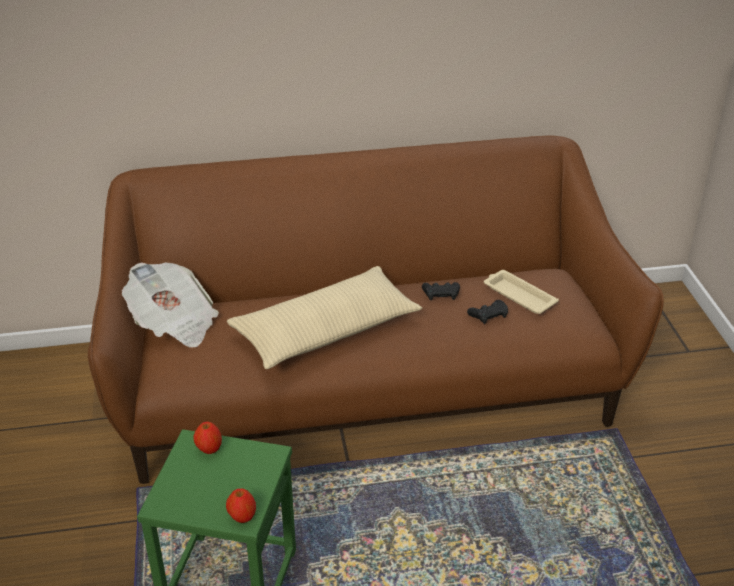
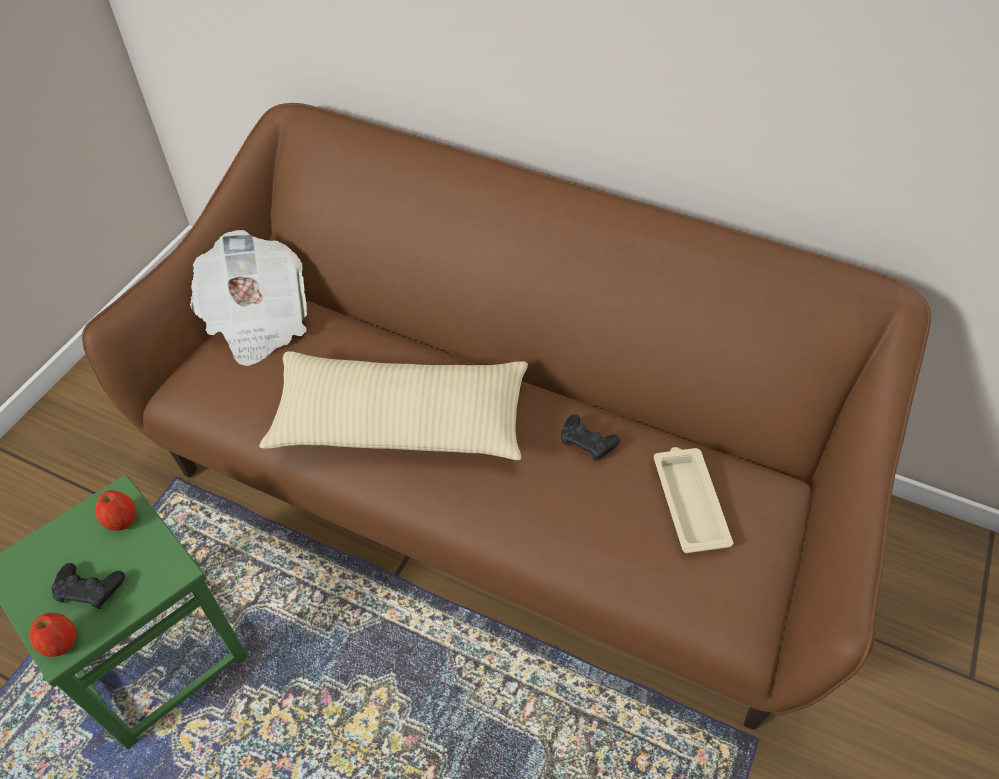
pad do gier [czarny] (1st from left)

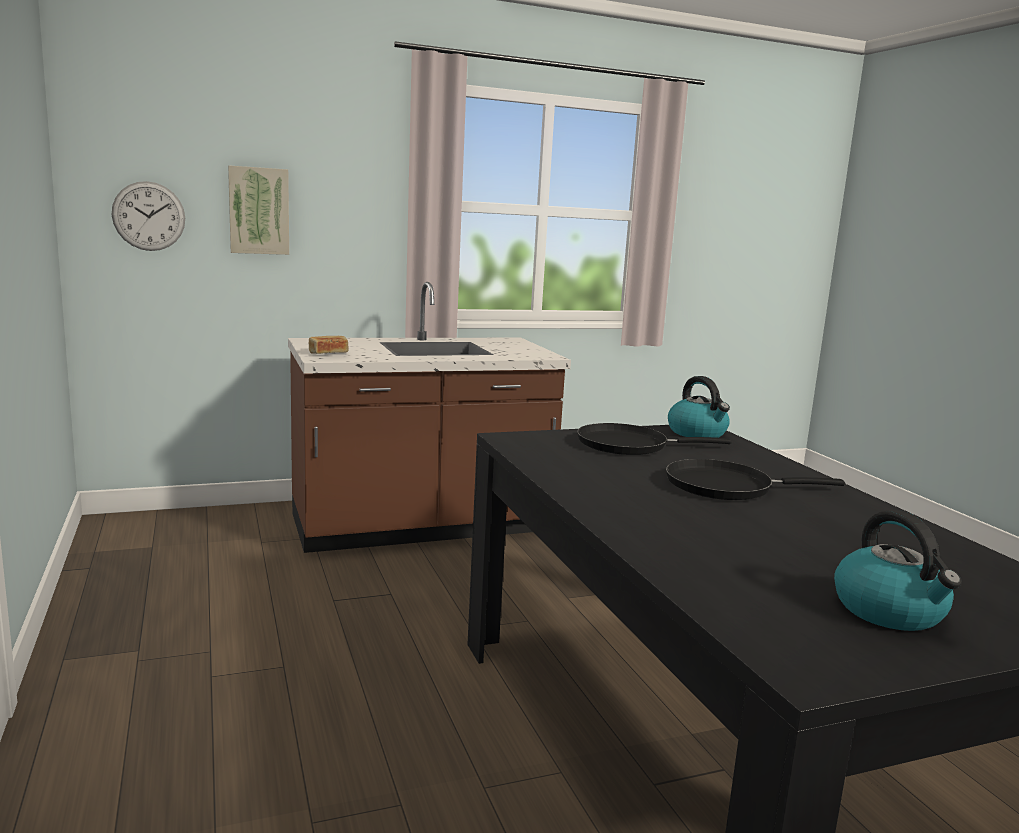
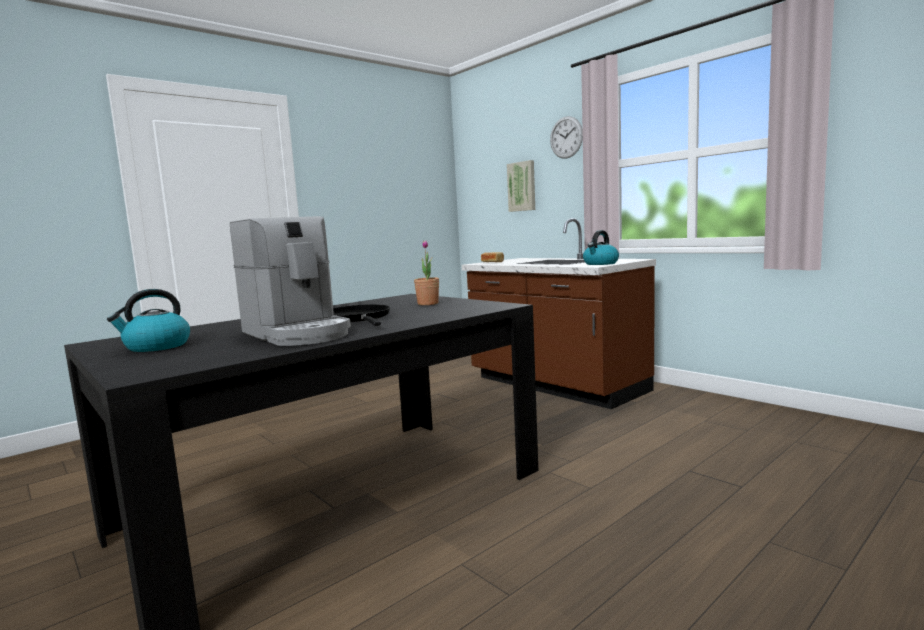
ekspres do kawy; roślina doniczkowa; zegar ścienny; czajnik (2nd from left)

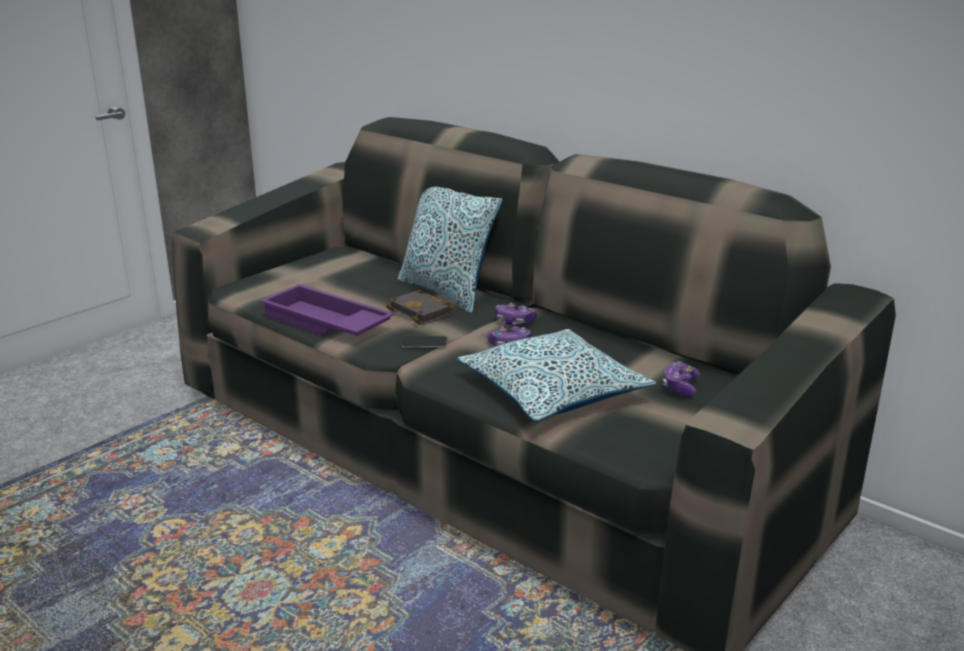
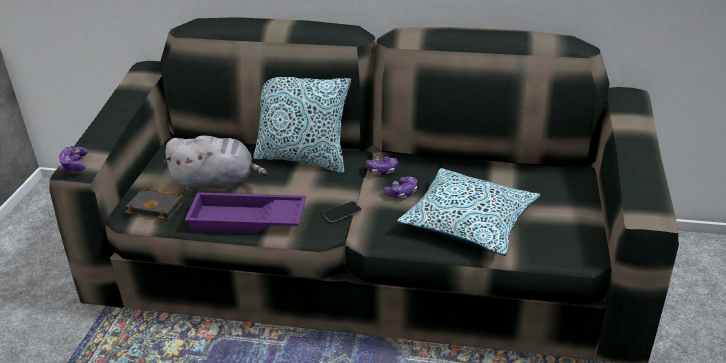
pad do gier (1st from left); książka [czarny]; pluszak [szary]

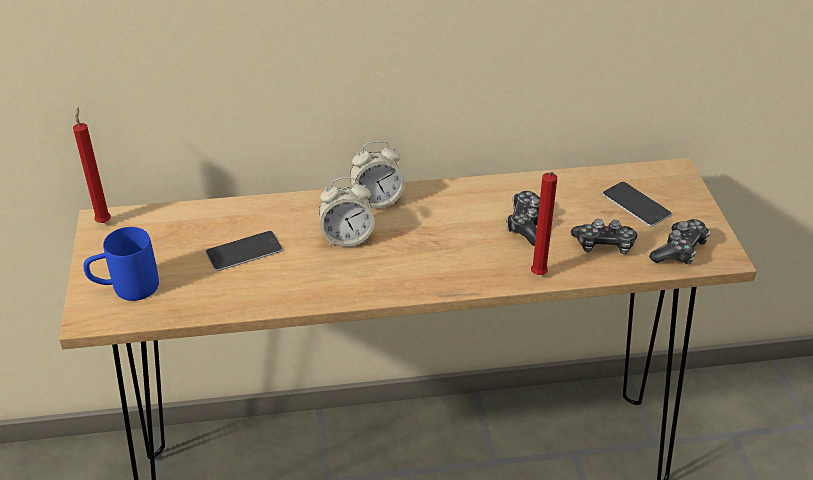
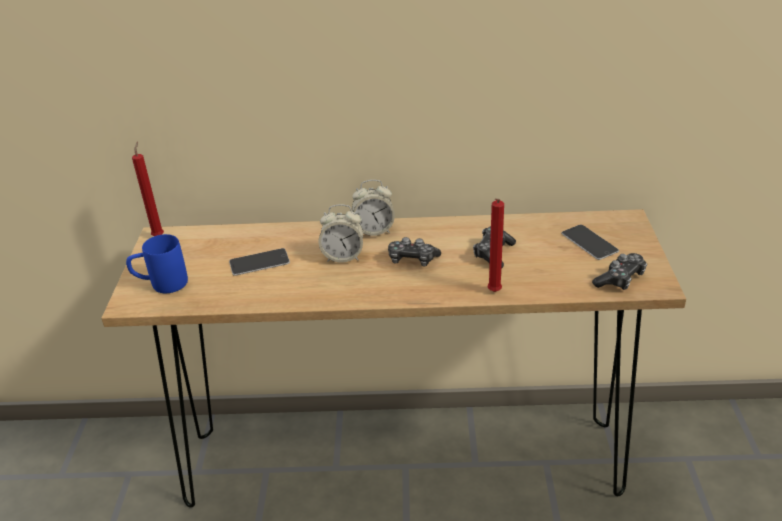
pad do gier (1st from left)

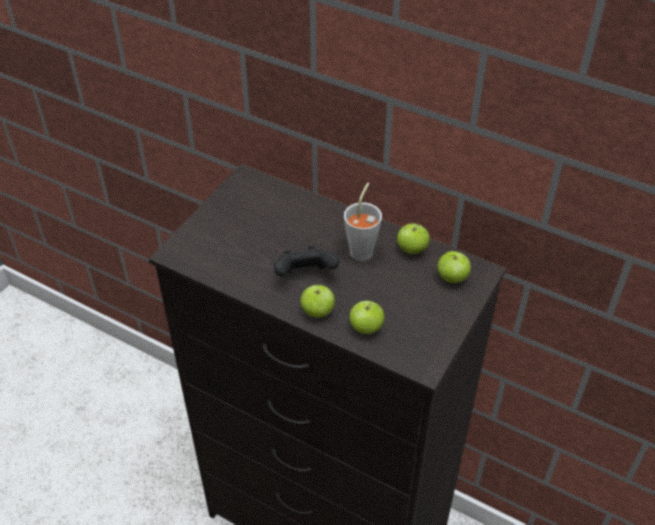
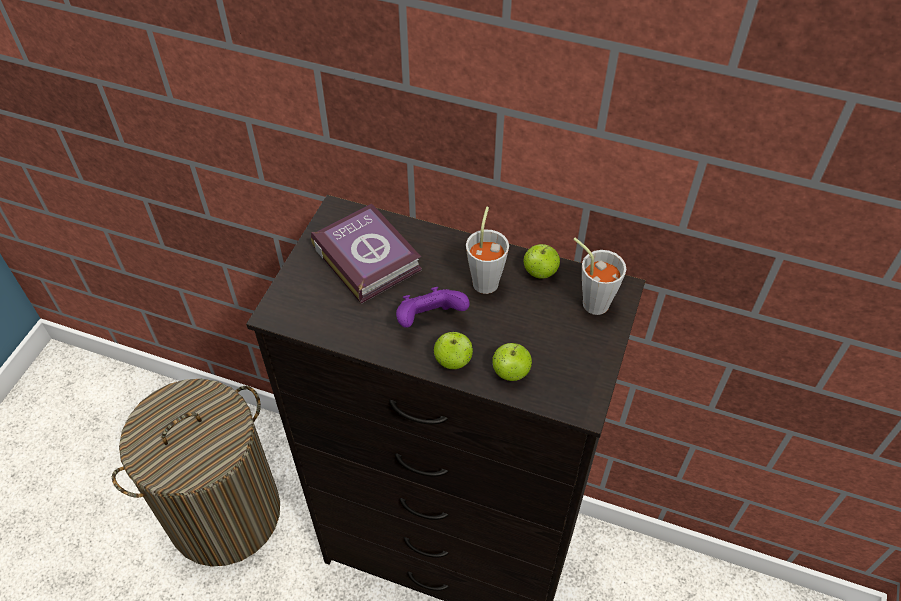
kosz na pranie; książka; pad do gier [fioletowy]; filiżanka [szary] (2nd from left)

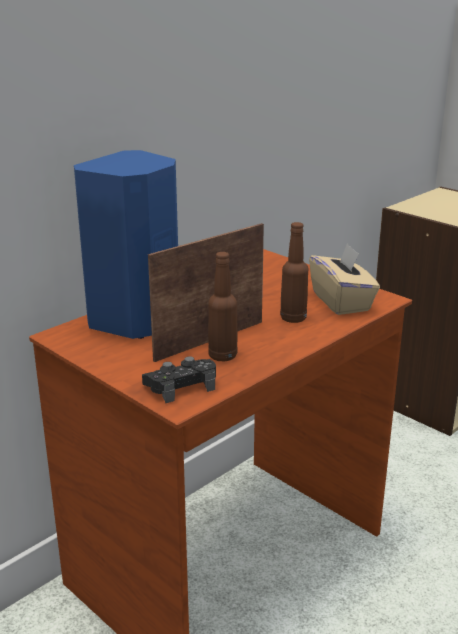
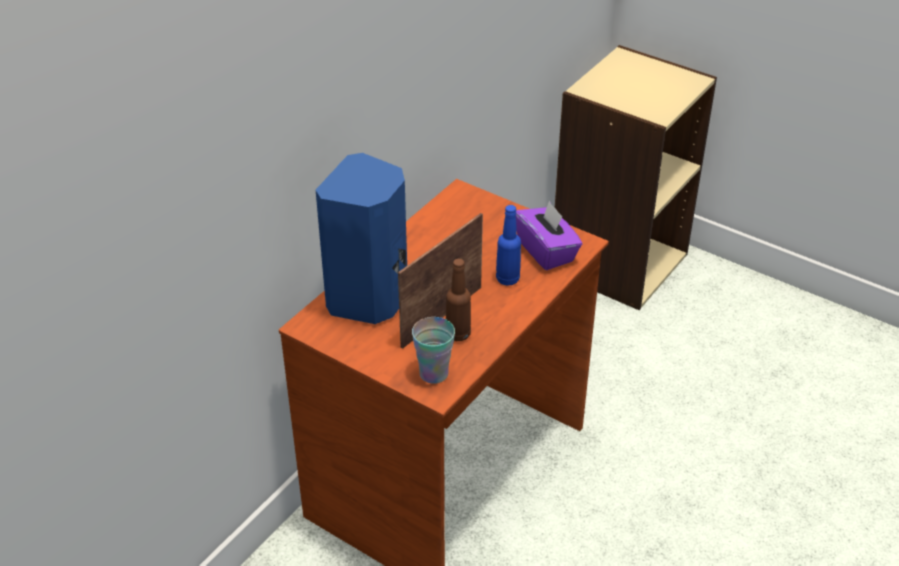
filiżanka; butelka [niebieski]; pudełko chusteczek [fioletowy]

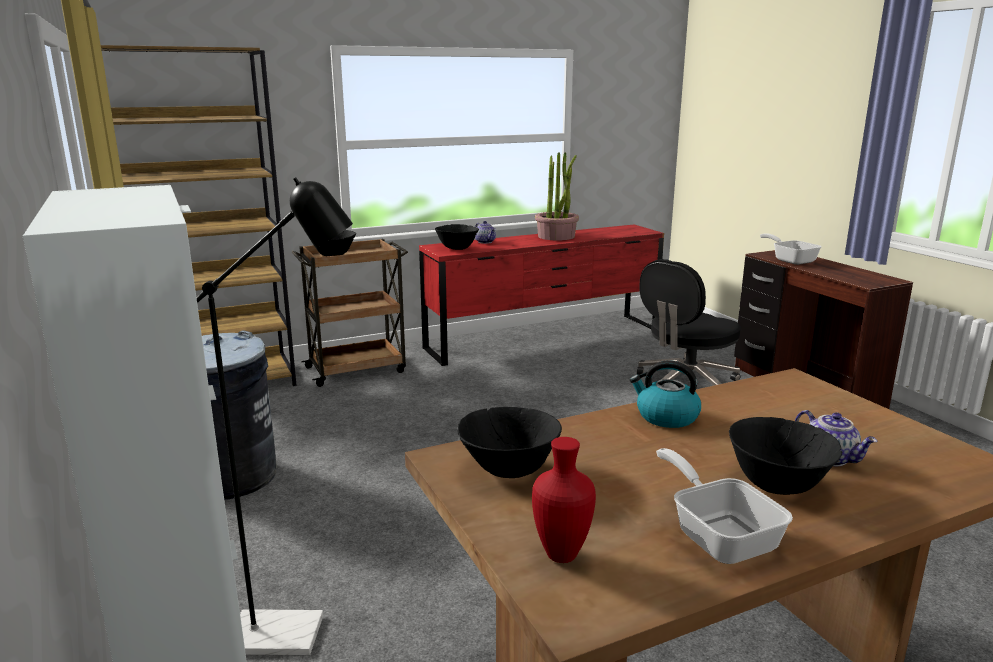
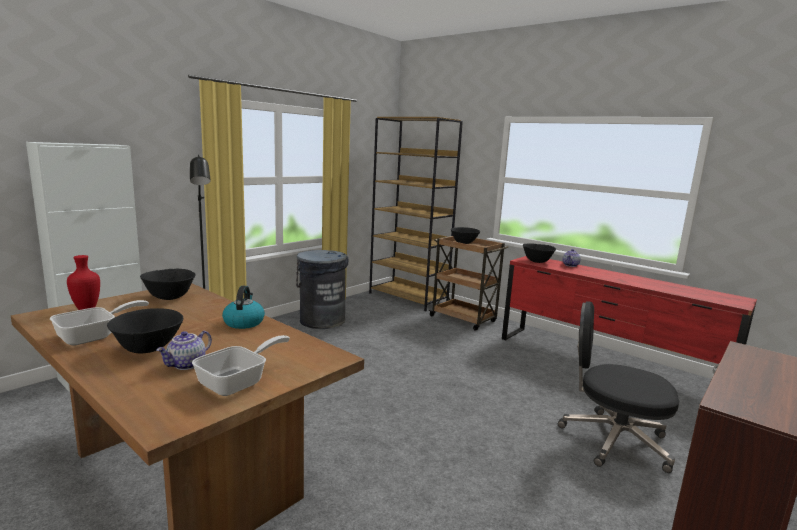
patelnia (2nd from left); roślina doniczkowa

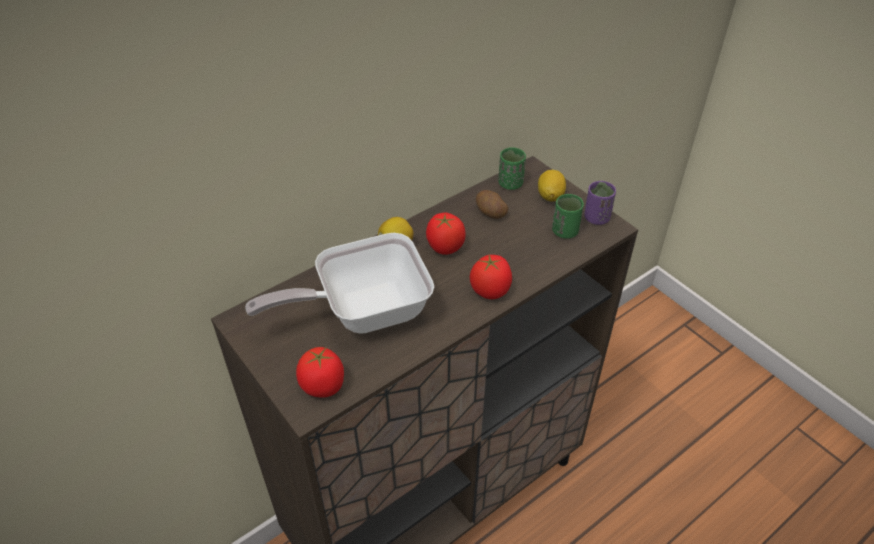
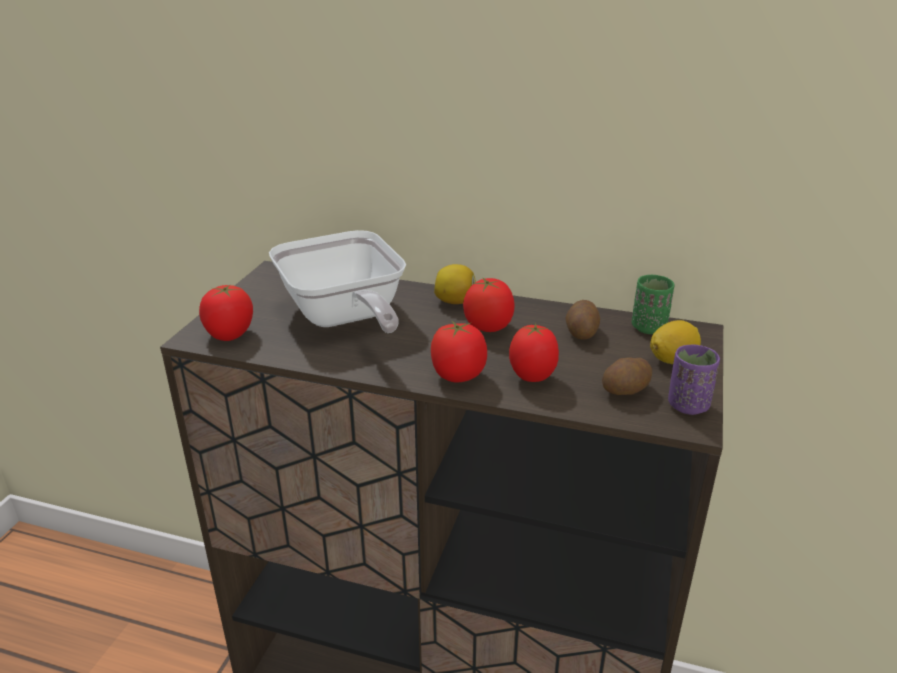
patelnia; pomidor (4th from left); ziemniak (2nd from left)

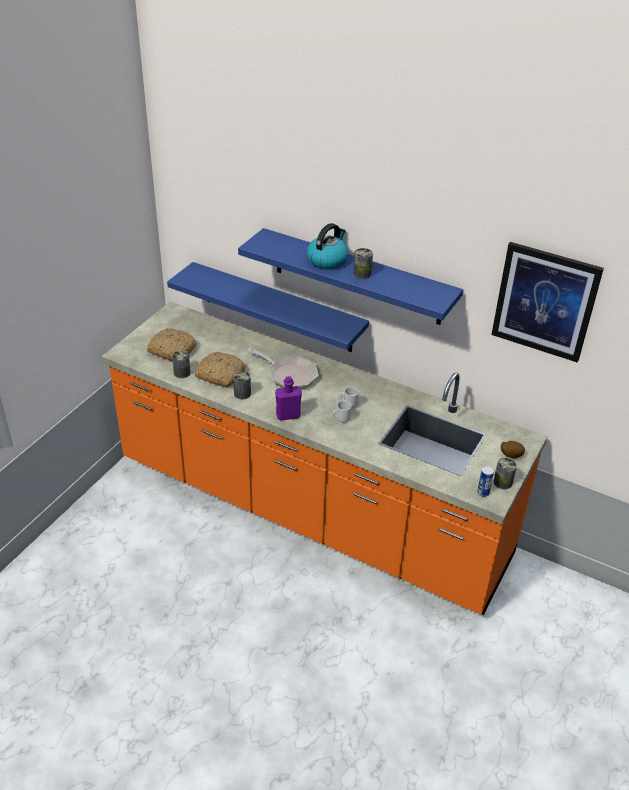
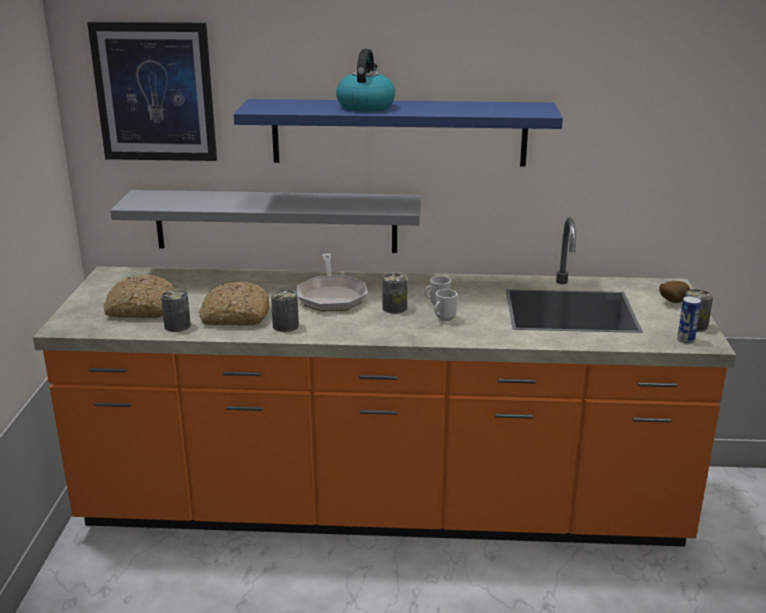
obraz; półka [szary]; patelnia; puszka (3rd from left); butelka [fioletowy]

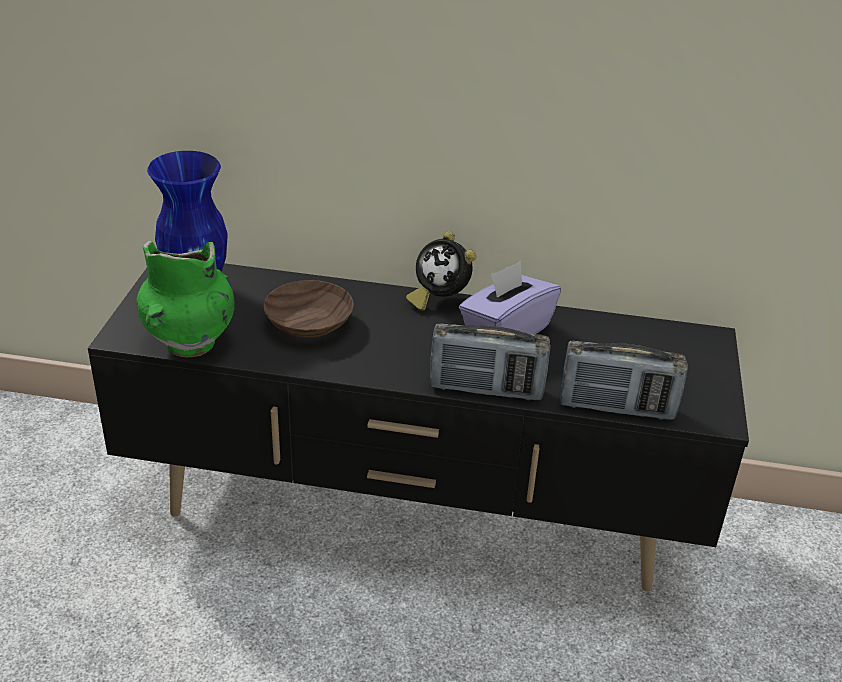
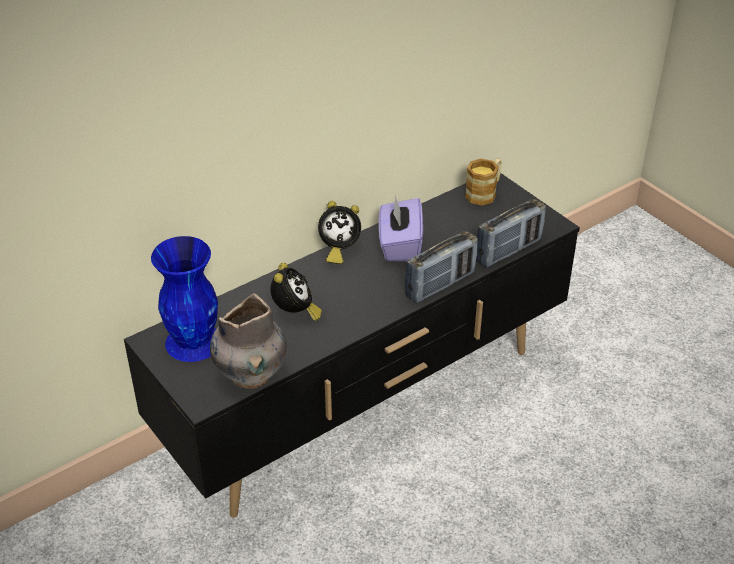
wazon [szary]; budzik (1st from left); kubek

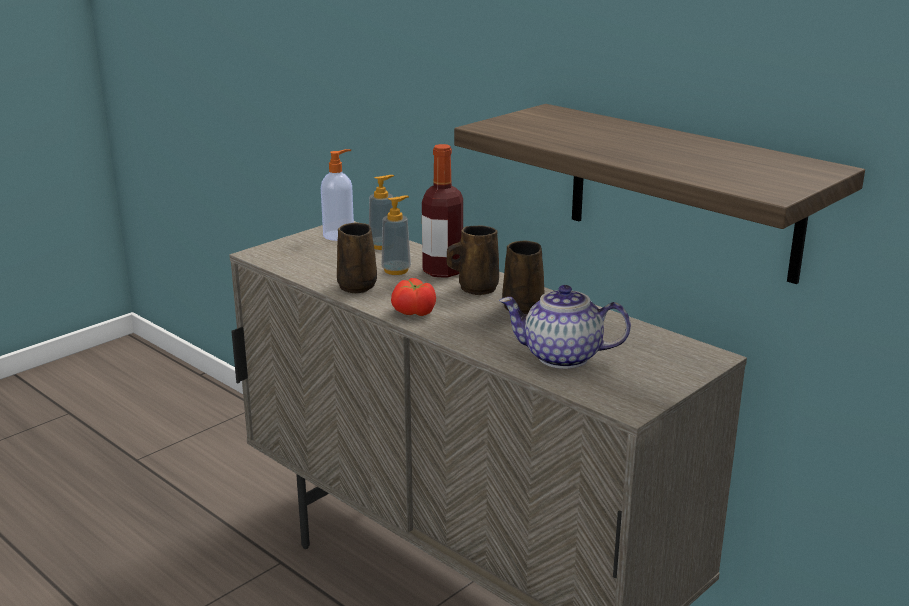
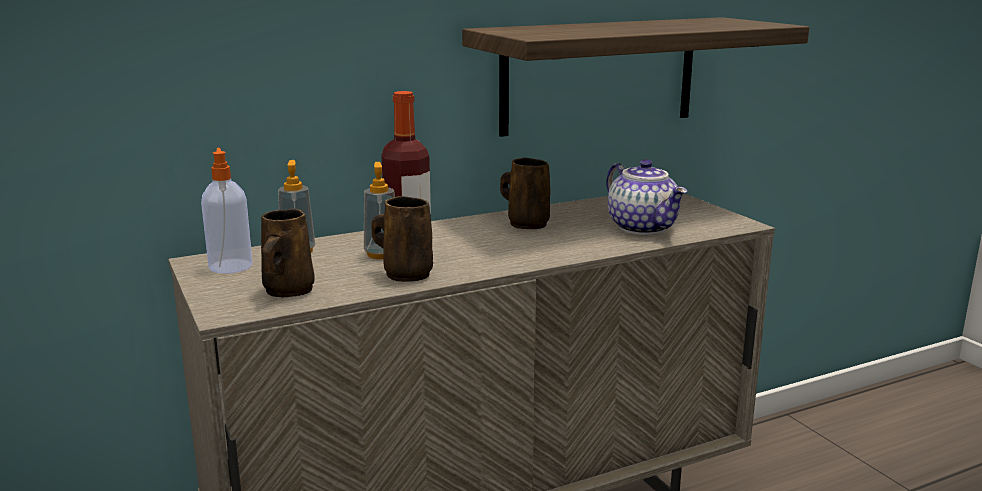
kubek [brązowy] (1st from left); imbryk; pomidor

